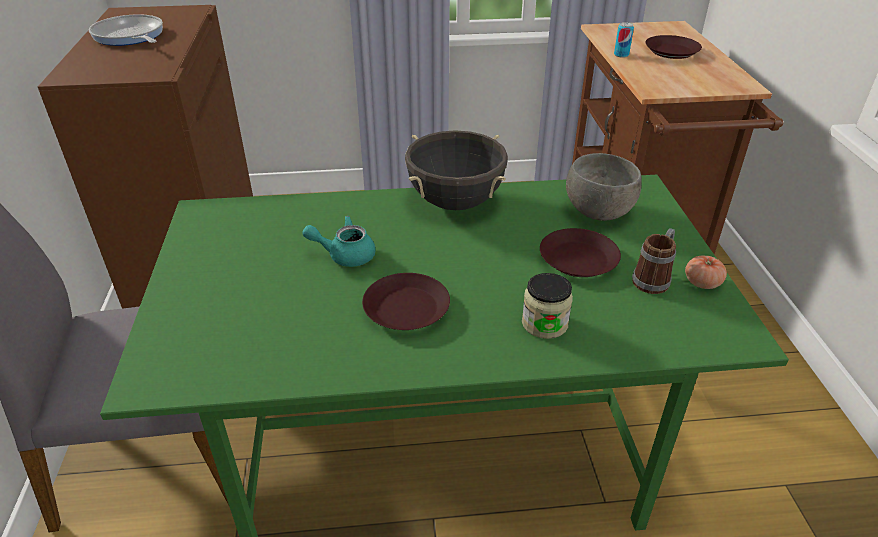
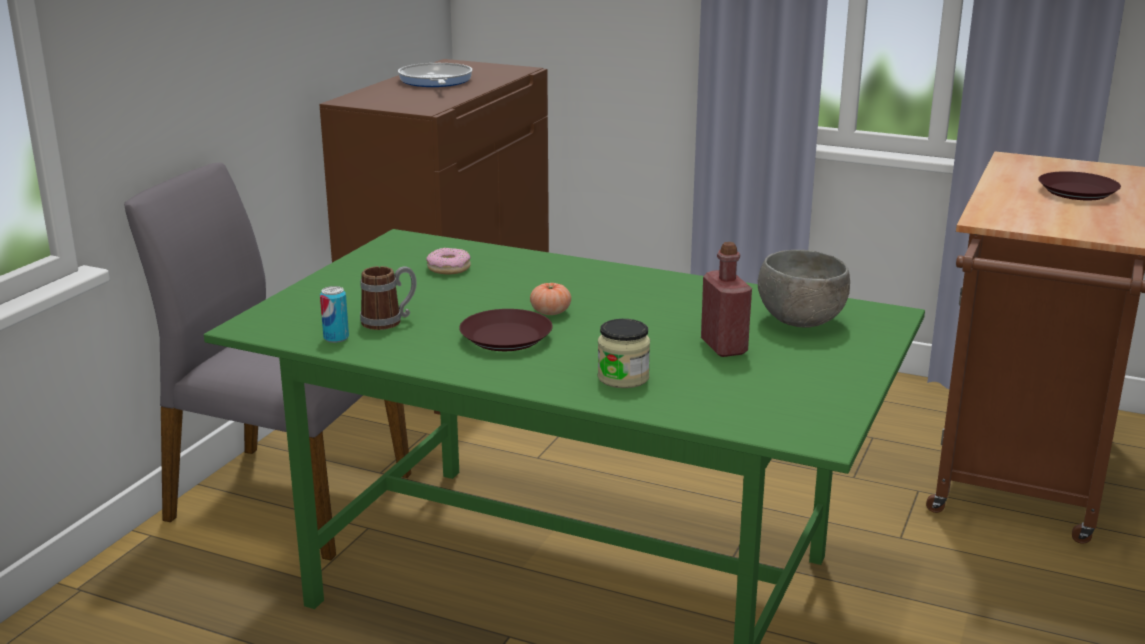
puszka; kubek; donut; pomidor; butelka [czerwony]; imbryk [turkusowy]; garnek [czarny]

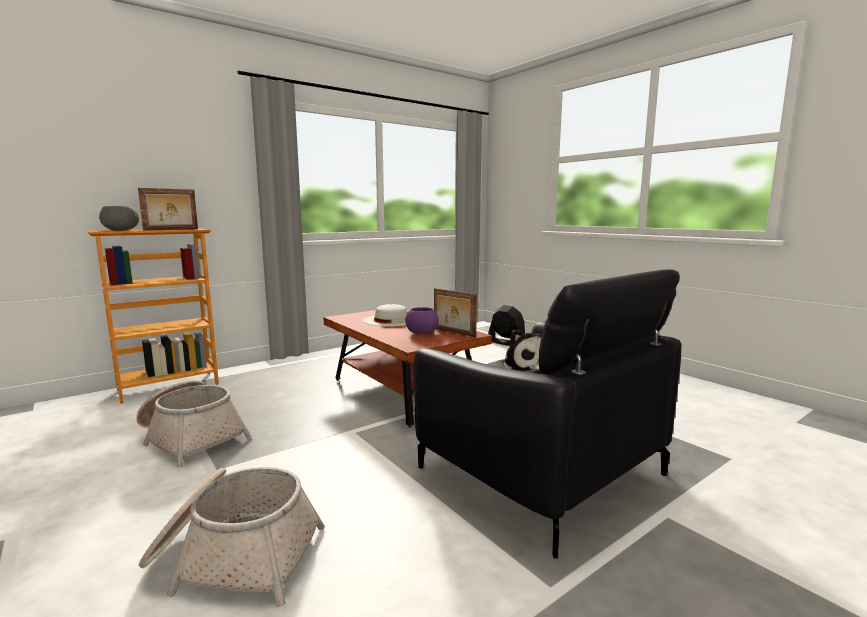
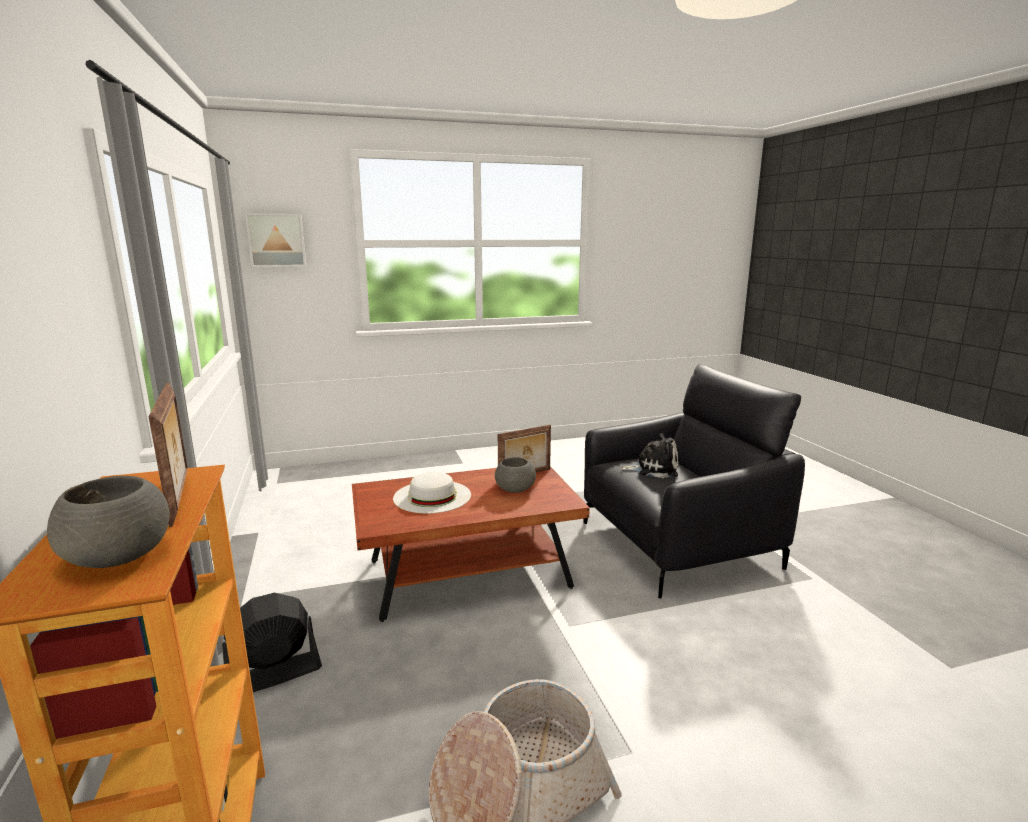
wentylator [czarny]; obraz; miska [szary] (2nd from left); koszyk (2nd from left in the first image)

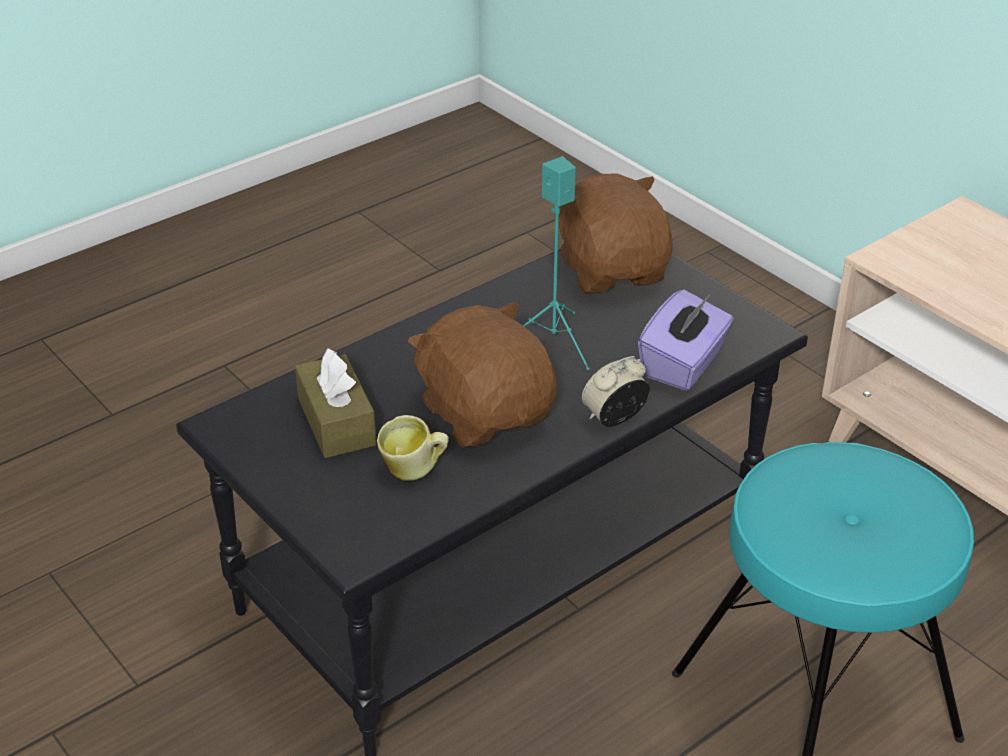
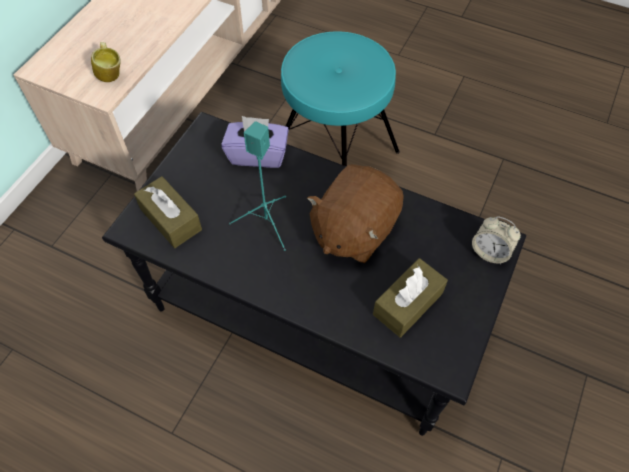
kubek; pudełko chusteczek [brązowy] (1st from left); budzik

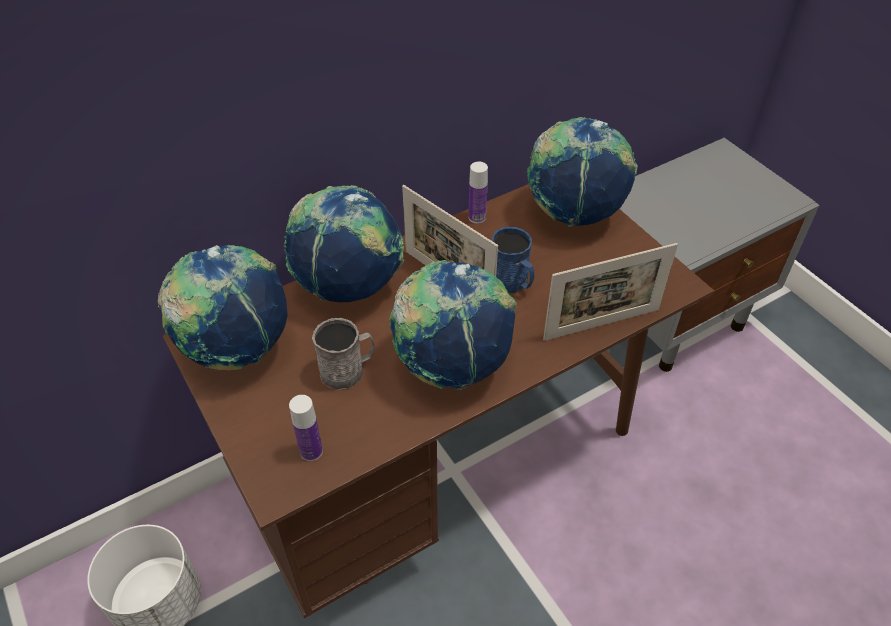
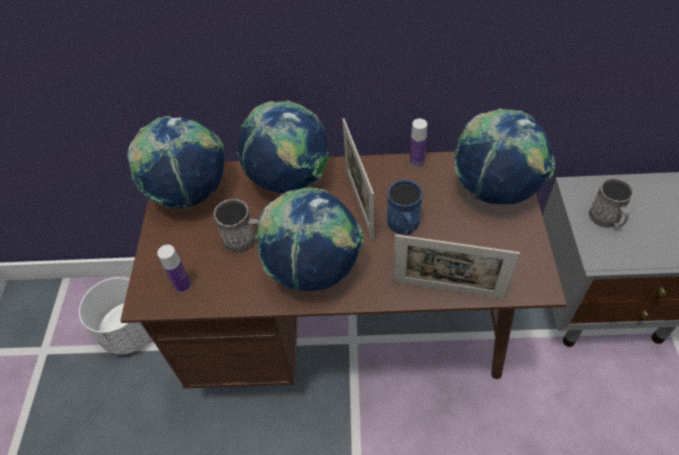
kubek [szary] (2nd from left)

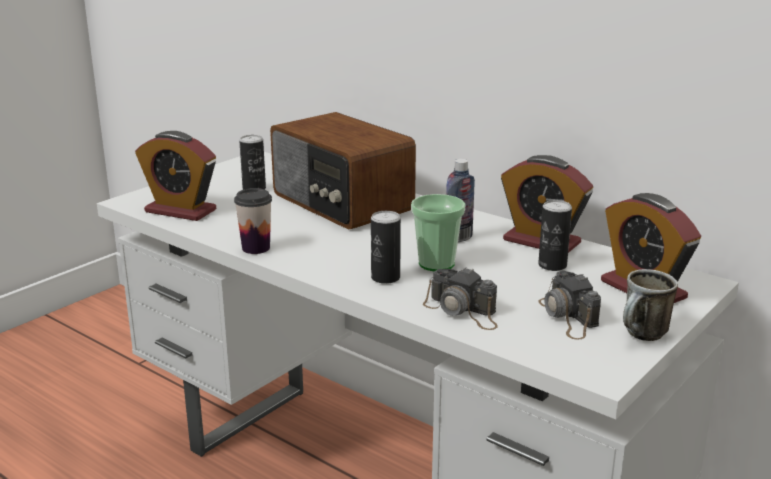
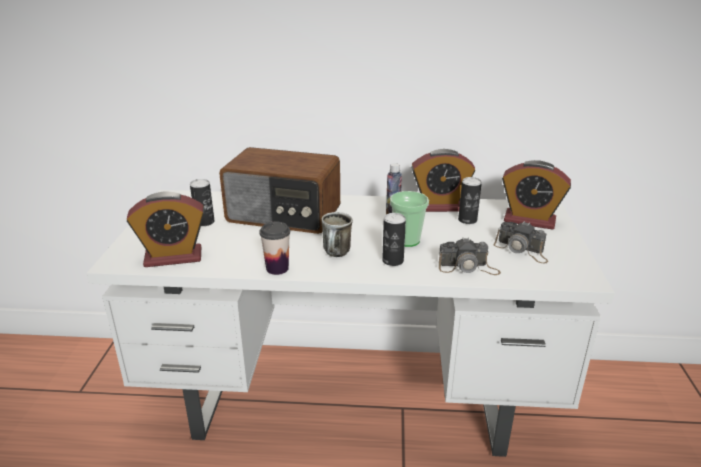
kubek

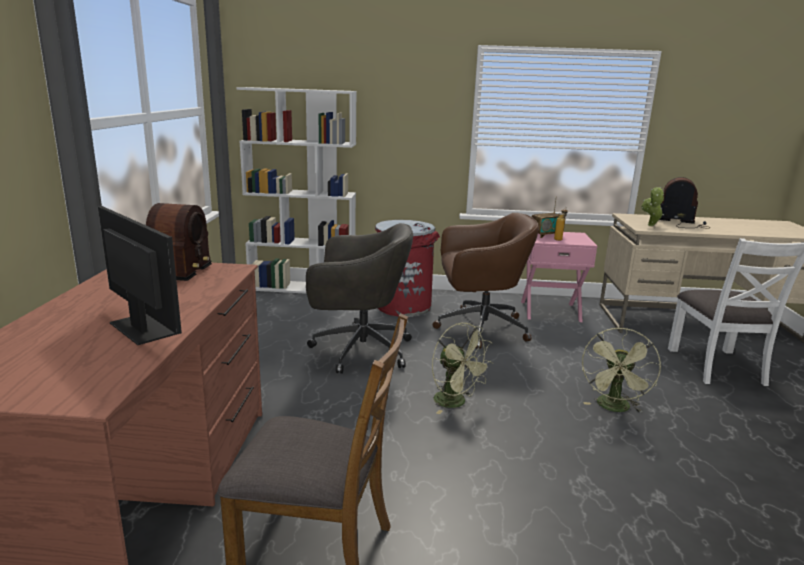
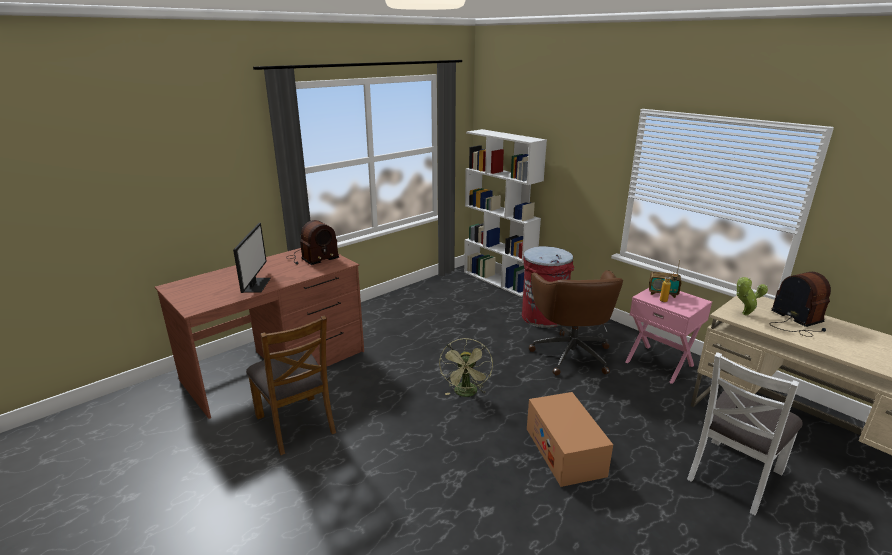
karton; krzesło biurowe [brązowy]; krzesło biurowe [szary]

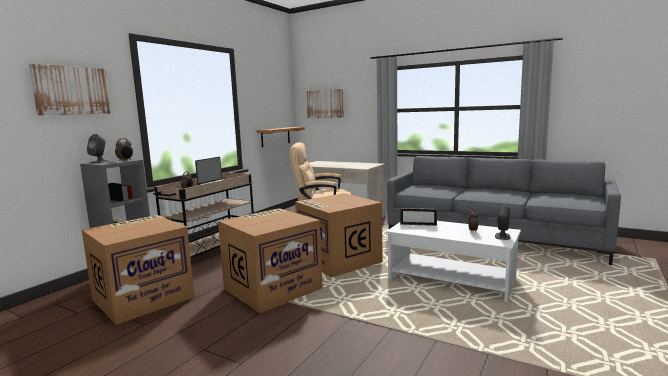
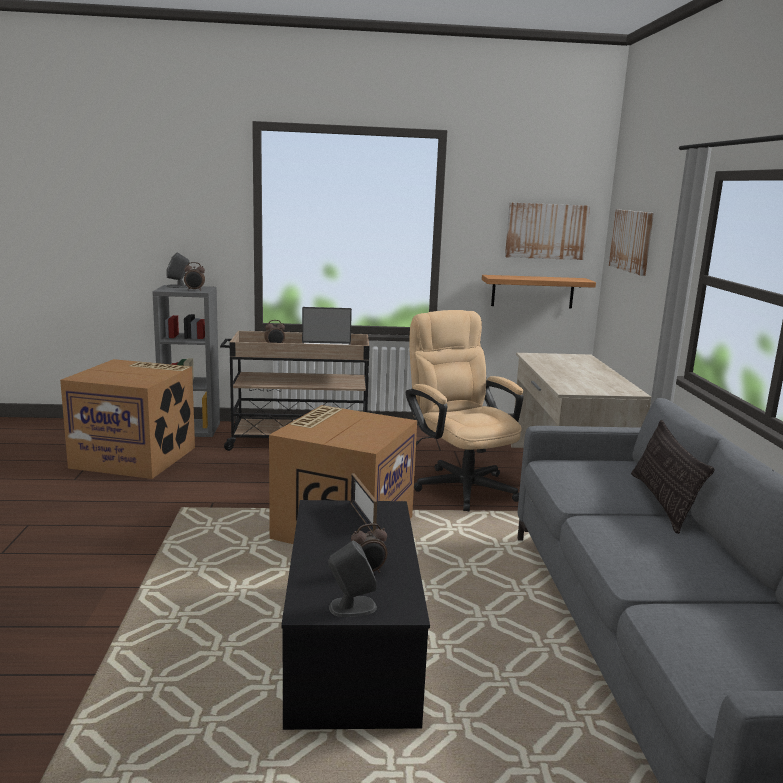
ława [czarny]; obraz (1st from left); poduszka; karton (2nd from left in the first image)

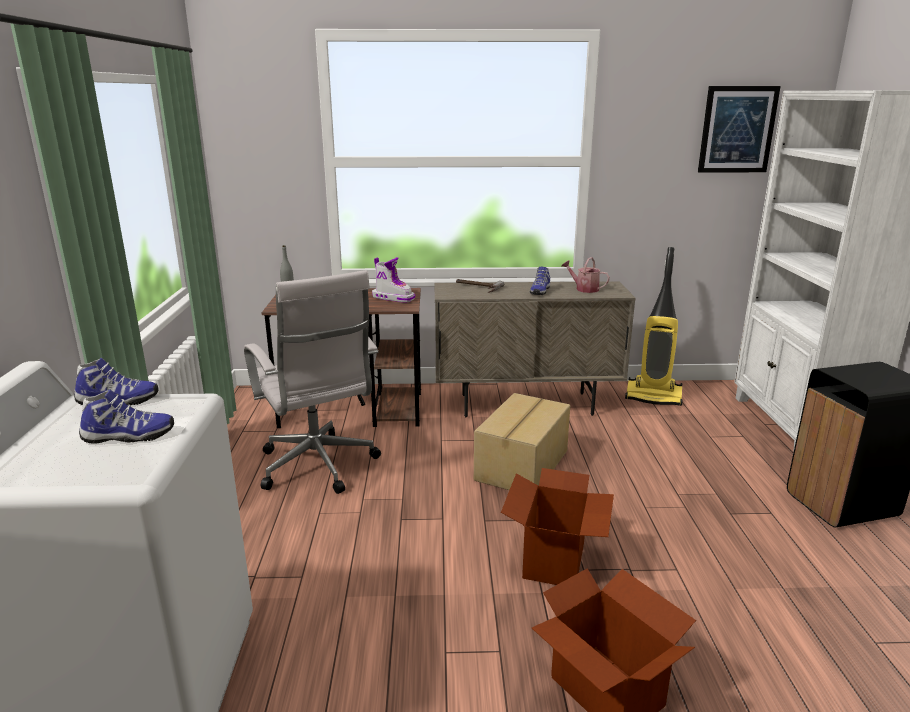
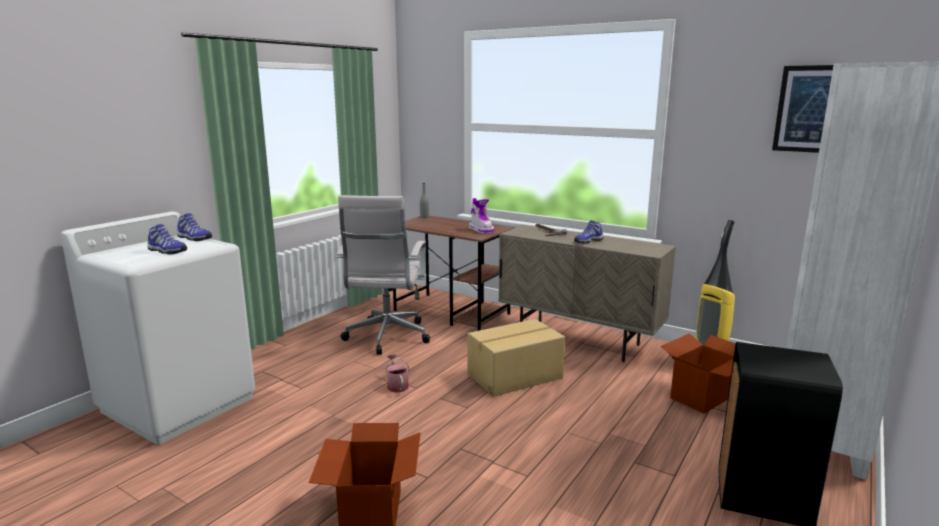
konewka; karton (3rd from left)

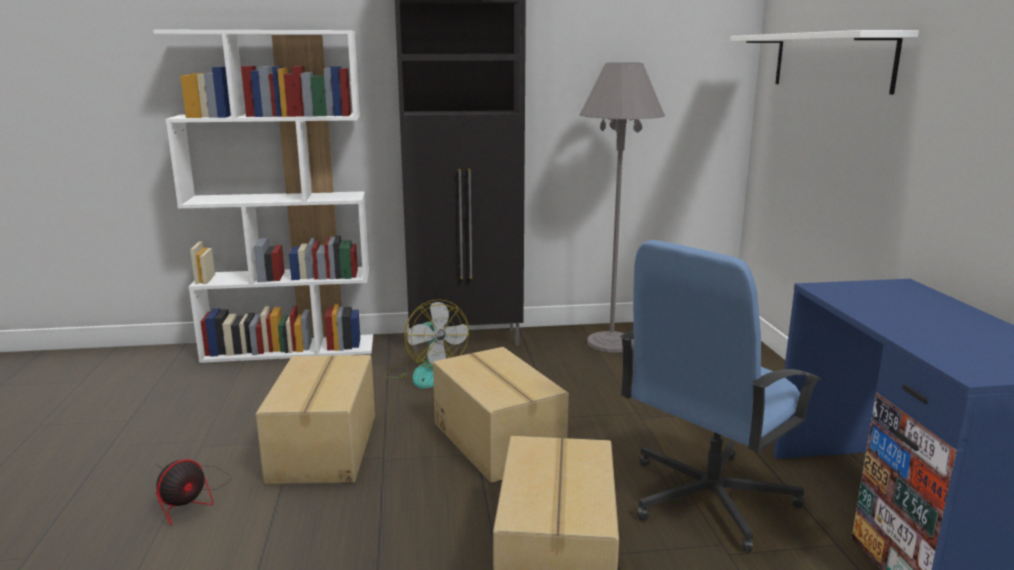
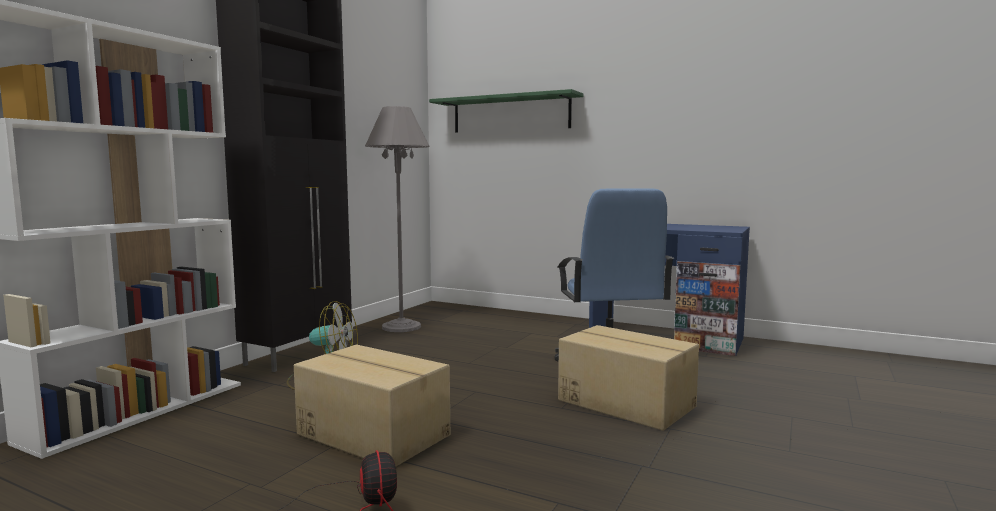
półka [zielony]; karton (2nd from left in the first image)

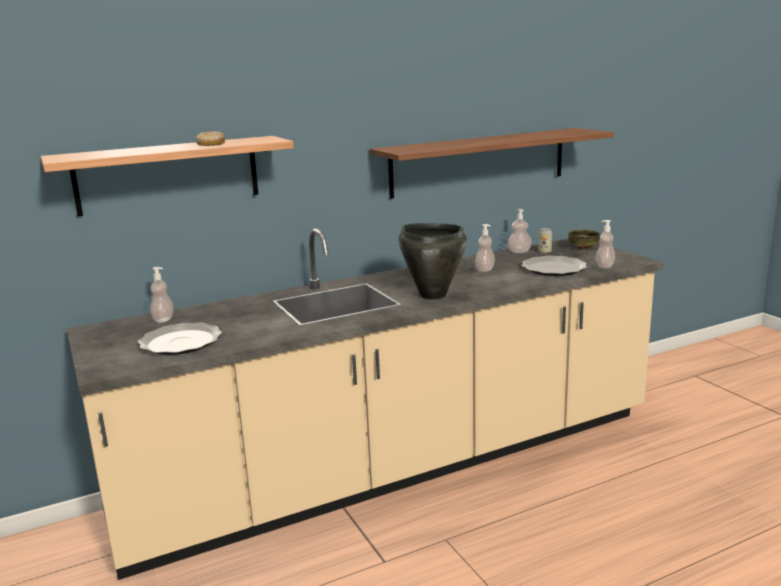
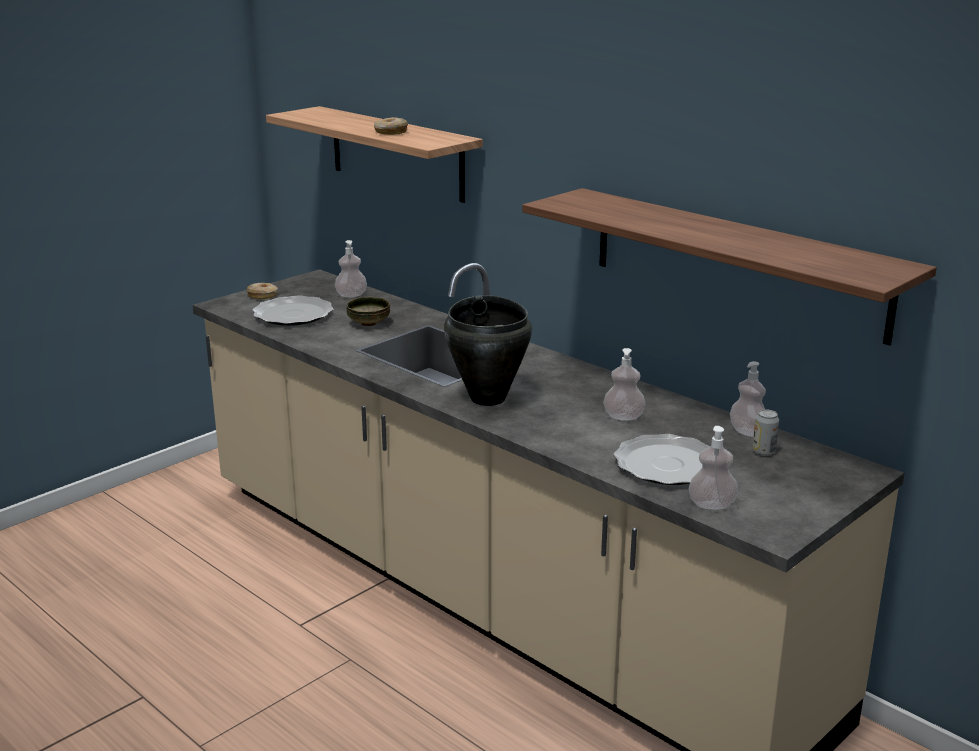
donut (1st from left); miska

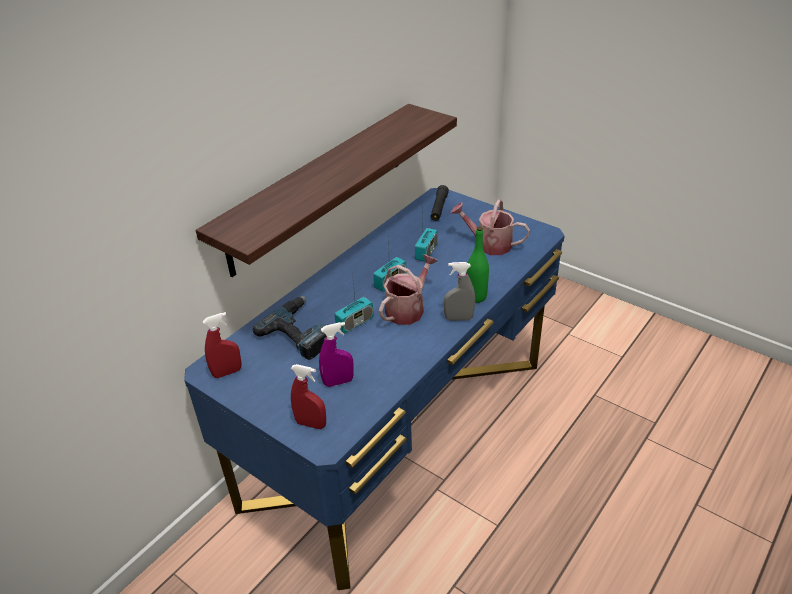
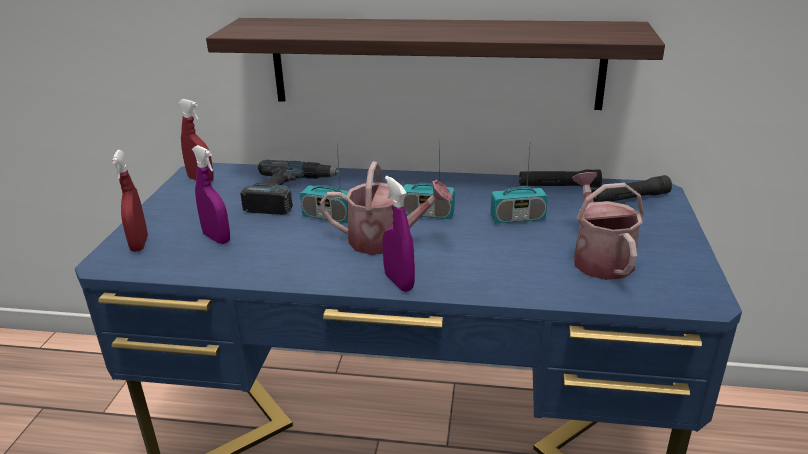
spryskiwacz [fioletowy] (2nd from left); latarka [czarny] (1st from left); butelka [zielony]

